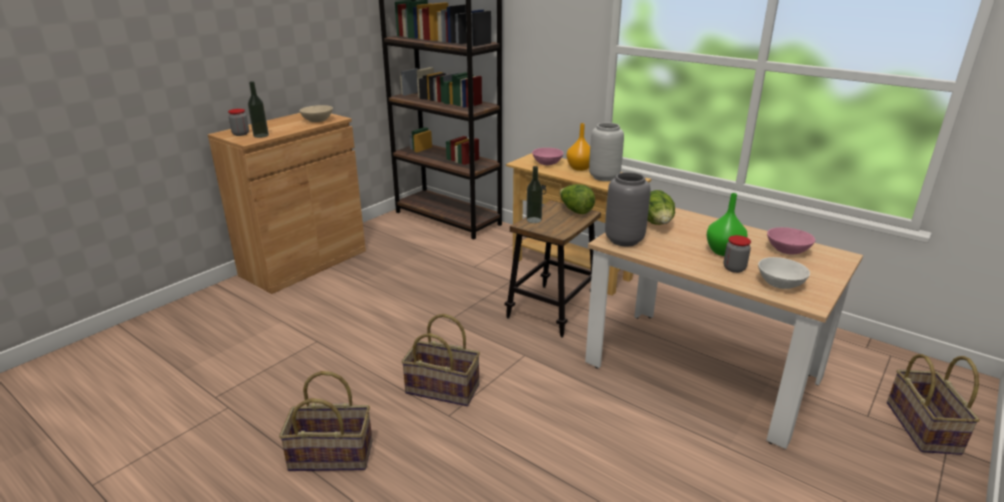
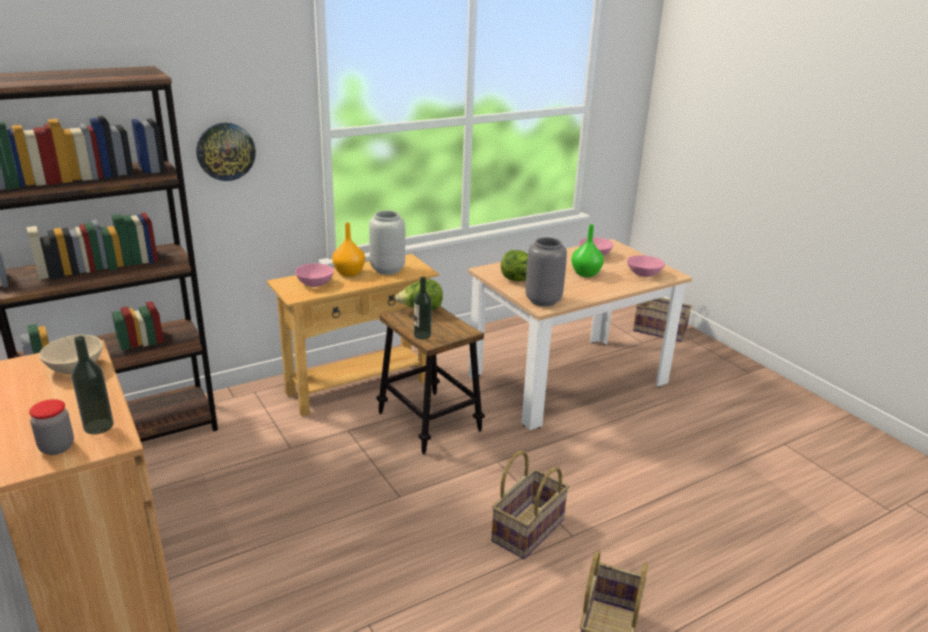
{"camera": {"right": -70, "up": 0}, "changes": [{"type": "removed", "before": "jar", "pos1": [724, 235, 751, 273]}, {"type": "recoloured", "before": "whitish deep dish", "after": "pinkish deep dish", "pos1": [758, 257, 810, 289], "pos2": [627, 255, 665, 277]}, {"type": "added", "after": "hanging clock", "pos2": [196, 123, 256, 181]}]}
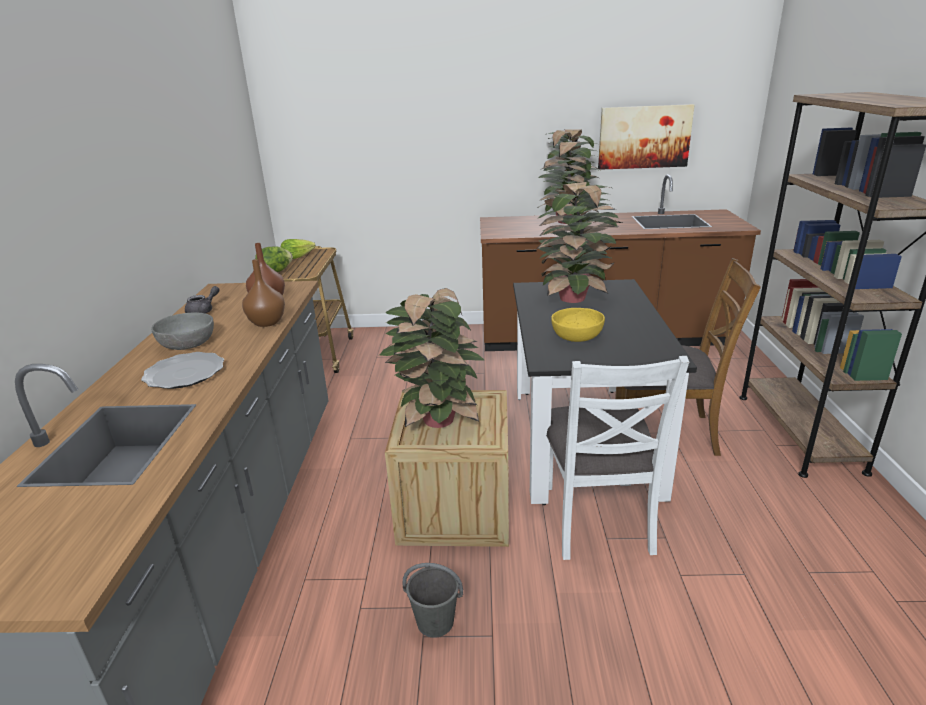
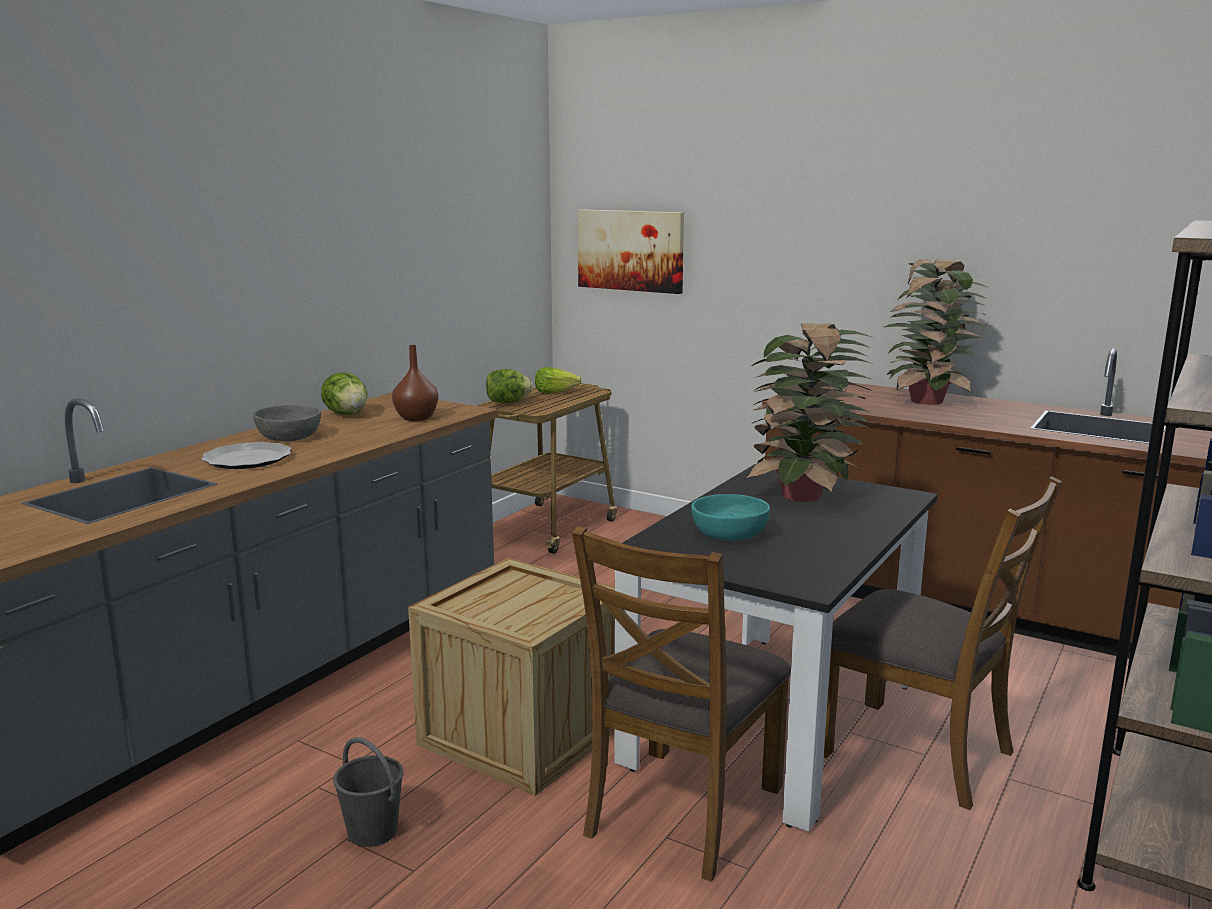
{"camera": {"right": 30, "up": -10}, "changes": [{"type": "replaced", "before": "grey teapot", "after": "lettuce", "pos1": [185, 286, 220, 314], "pos2": [321, 372, 368, 415]}, {"type": "removed", "before": "brown-coloured vase", "pos1": [242, 259, 285, 327]}, {"type": "removed", "before": "houseplant", "pos1": [379, 288, 484, 428]}, {"type": "recoloured", "before": "whitish plain chair", "after": "brown-coloured plain chair", "pos1": [546, 356, 689, 560], "pos2": [572, 526, 791, 882]}, {"type": "recoloured", "before": "yellow deep dish", "after": "blue-green deep dish", "pos1": [551, 308, 605, 342], "pos2": [691, 494, 770, 541]}, {"type": "moved", "before": "wall picture", "pos1": [598, 104, 695, 170], "pos2": [578, 209, 684, 294]}]}
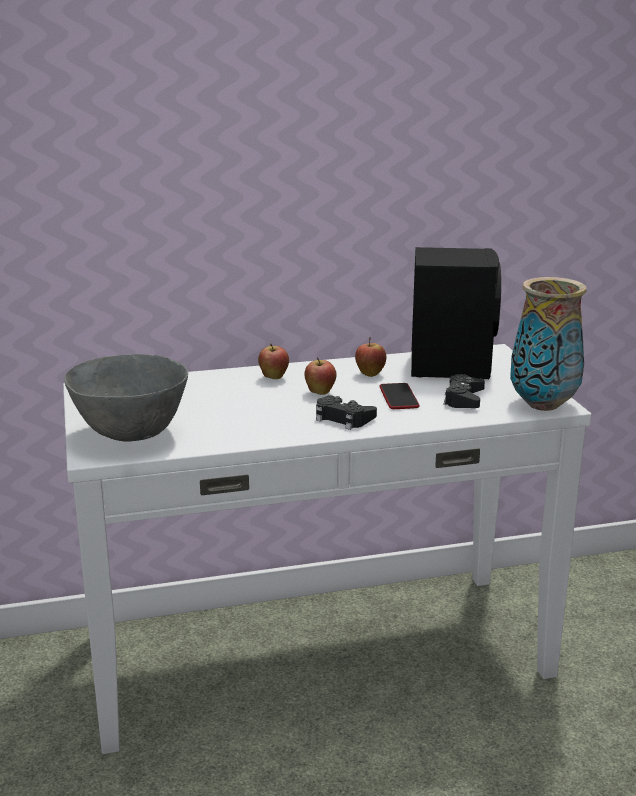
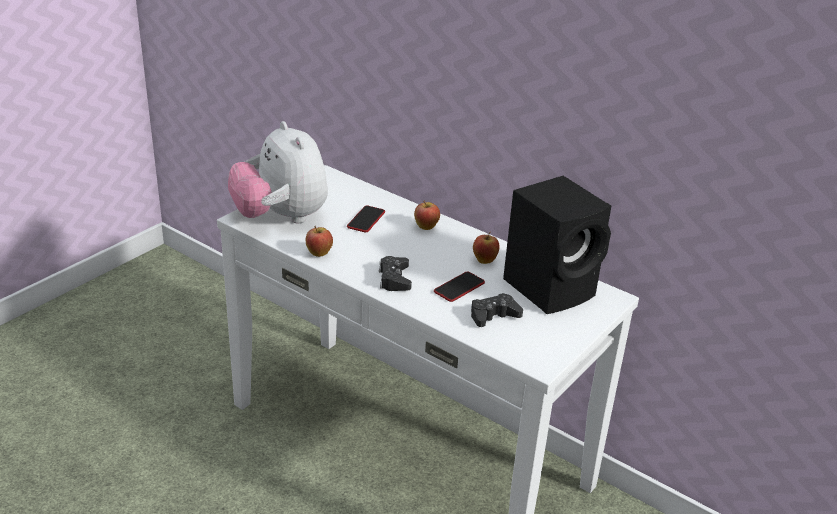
{"camera": {"right": 50, "up": 10}, "changes": [{"type": "replaced", "before": "grey deep dish", "after": "soft toy", "pos1": [64, 354, 188, 441], "pos2": [228, 121, 328, 223]}, {"type": "moved", "before": "whole apple", "pos1": [304, 357, 337, 395], "pos2": [306, 226, 333, 257]}, {"type": "removed", "before": "vase", "pos1": [510, 277, 587, 411]}, {"type": "added", "after": "phone", "pos2": [347, 205, 385, 232]}]}
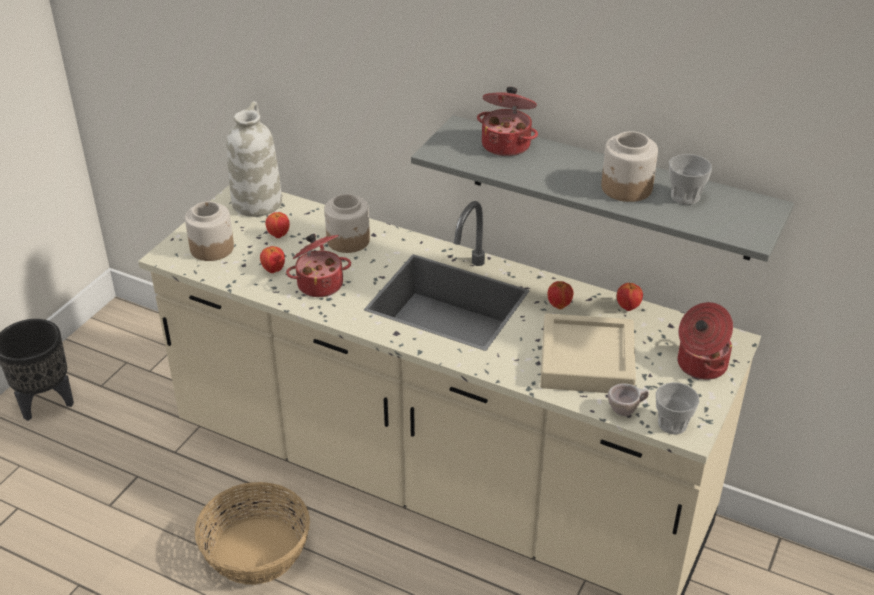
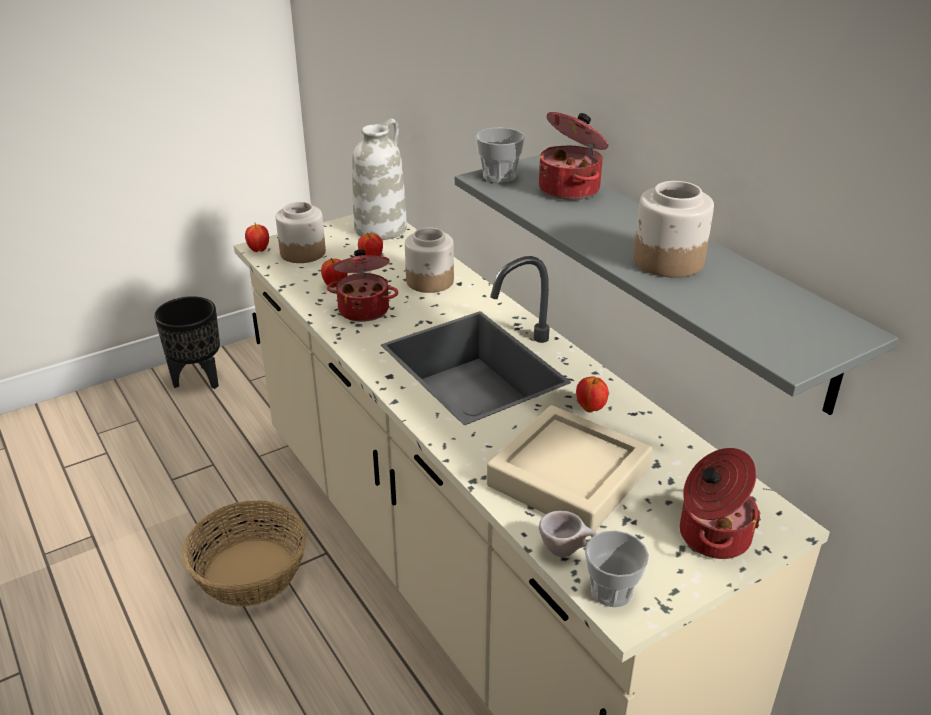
{"camera": {"right": 30, "up": -5}, "changes": [{"type": "moved", "before": "whole apple", "pos1": [617, 283, 643, 311], "pos2": [245, 223, 269, 252]}, {"type": "moved", "before": "small cup", "pos1": [669, 154, 712, 205], "pos2": [476, 128, 525, 183]}]}
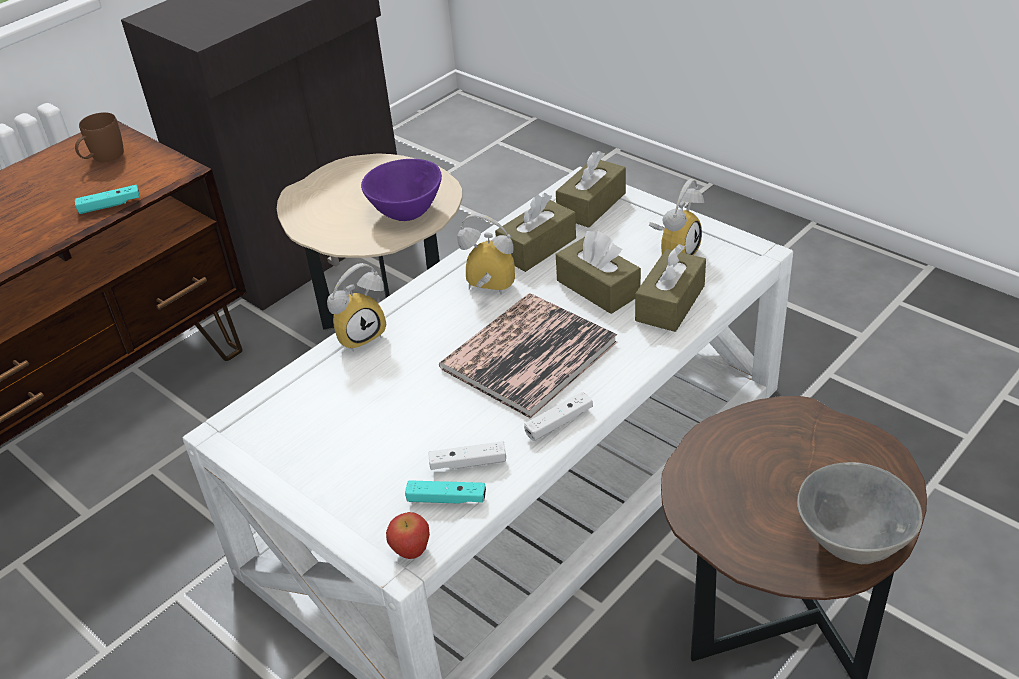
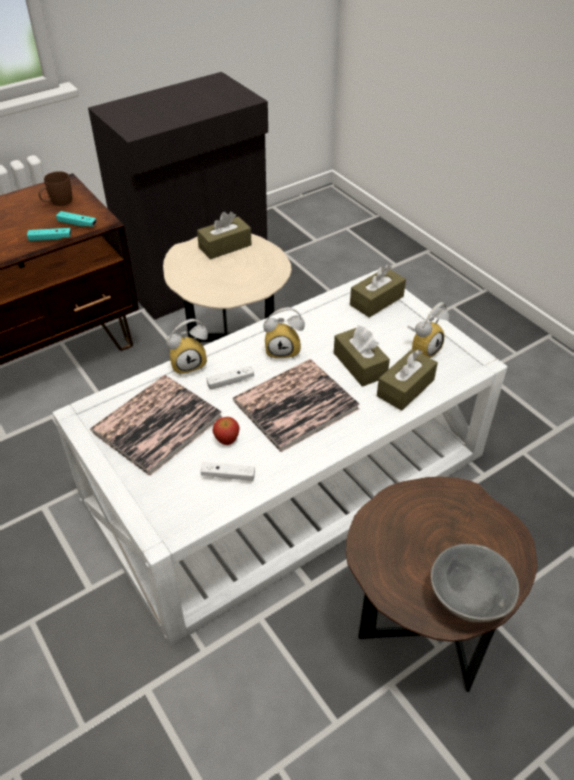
{"camera": {"right": 10, "up": 5}, "changes": [{"type": "removed", "before": "purplish deep dish", "pos1": [361, 159, 442, 221]}, {"type": "moved", "before": "whole apple", "pos1": [386, 512, 430, 559], "pos2": [212, 417, 240, 445]}, {"type": "moved", "before": "blue-green joypad", "pos1": [405, 480, 486, 504], "pos2": [56, 211, 97, 227]}, {"type": "turned", "before": "table clock", "pos1": [457, 213, 515, 295], "pos2": [263, 307, 305, 359], "turn": 150}, {"type": "moved", "before": "brown-coloured tissue holder", "pos1": [495, 193, 576, 272], "pos2": [197, 212, 252, 260]}, {"type": "moved", "before": "whitish joypad", "pos1": [524, 392, 593, 441], "pos2": [206, 366, 254, 390]}, {"type": "added", "after": "volume", "pos2": [90, 375, 222, 476]}]}
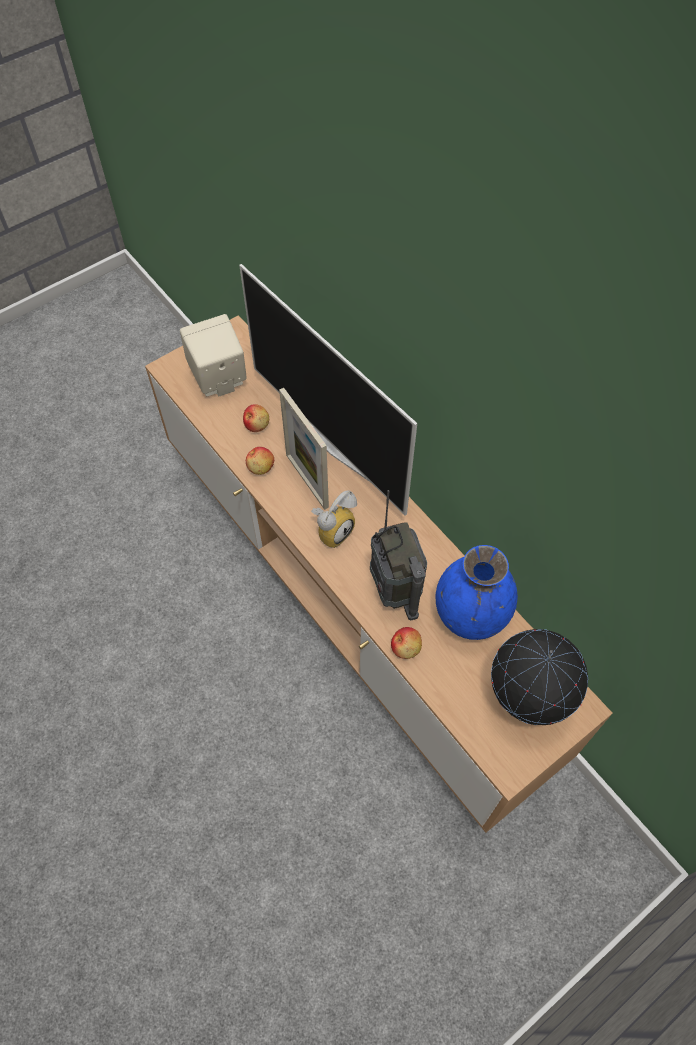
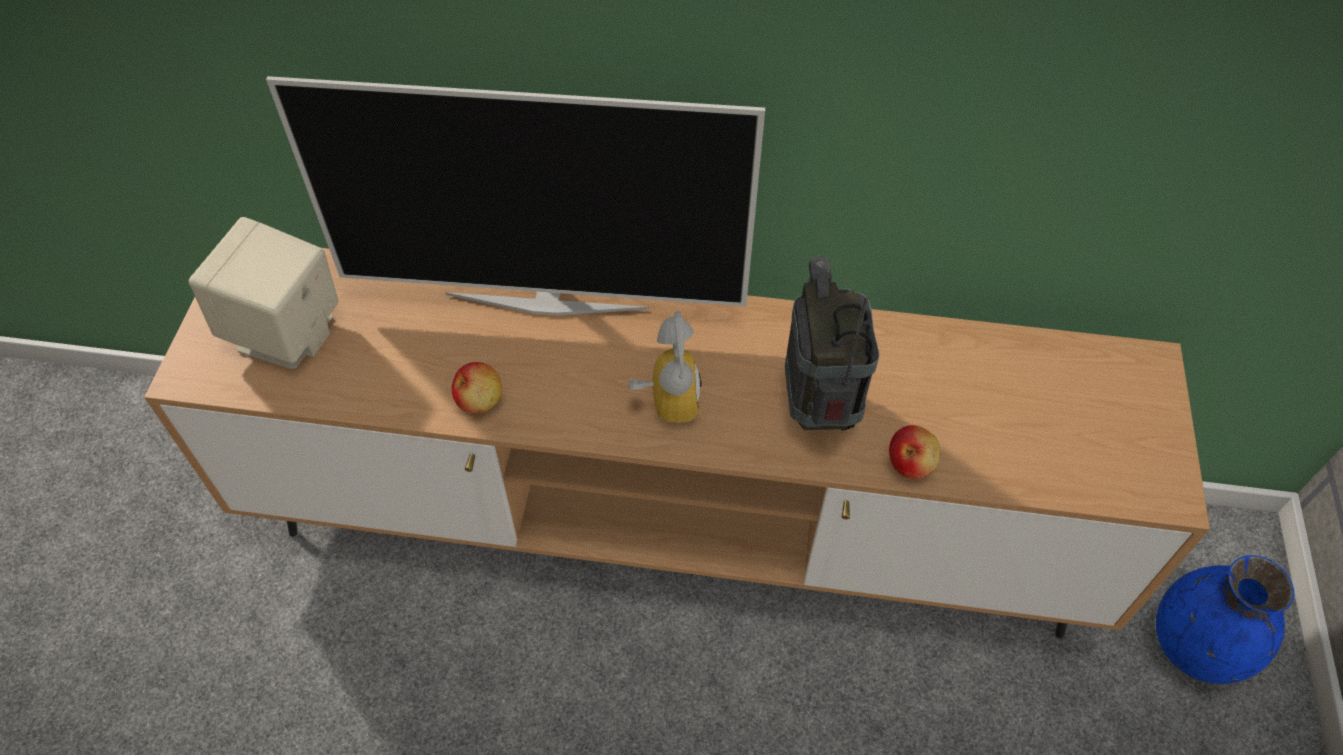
{"camera": {"right": -45, "up": -5}, "changes": [{"type": "removed", "before": "whole apple", "pos1": [243, 404, 269, 432]}, {"type": "removed", "before": "picture frame", "pos1": [279, 388, 329, 510]}, {"type": "turned", "before": "radio set", "pos1": [370, 490, 427, 620], "pos2": [785, 257, 879, 430], "turn": -120}, {"type": "moved", "before": "blue vase", "pos1": [435, 545, 518, 640], "pos2": [1156, 555, 1294, 684]}, {"type": "removed", "before": "globe", "pos1": [491, 629, 588, 725]}]}
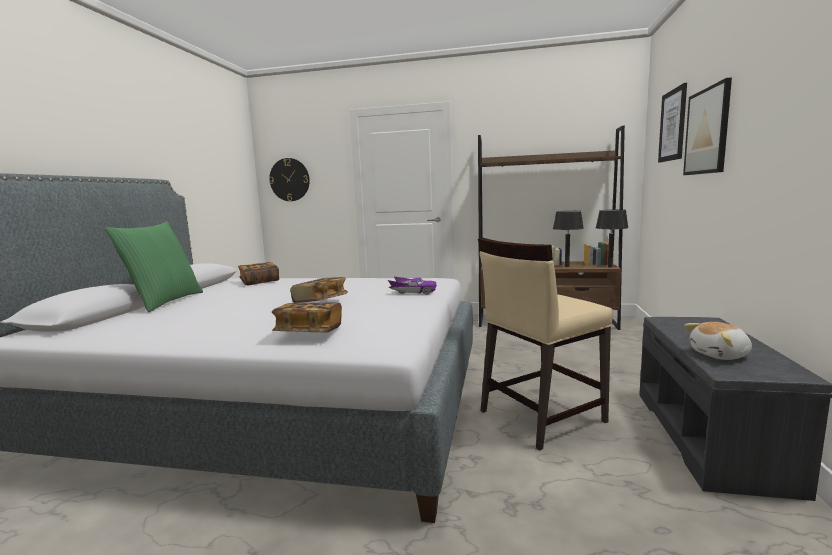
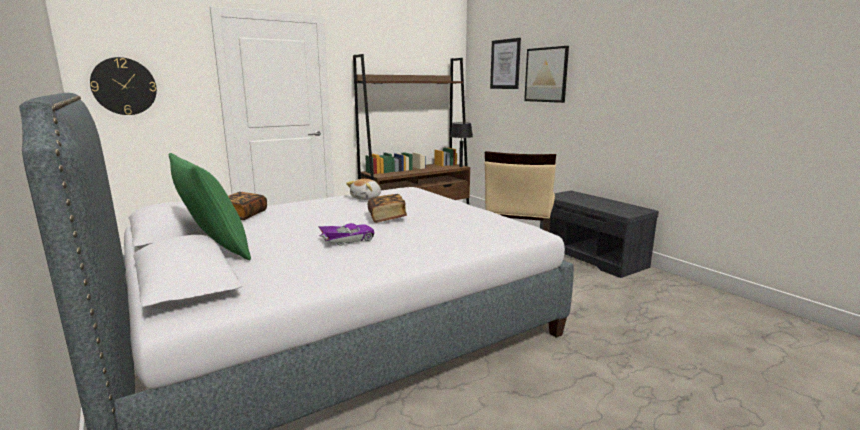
{"camera": {"right": -45, "up": 5}, "changes": [{"type": "removed", "before": "volume", "pos1": [272, 303, 342, 332]}, {"type": "moved", "before": "purplish miniature car", "pos1": [388, 276, 437, 295], "pos2": [318, 223, 375, 246]}, {"type": "removed", "before": "blackish lamp for a table", "pos1": [553, 211, 584, 267]}, {"type": "moved", "before": "soft toy", "pos1": [684, 322, 752, 360], "pos2": [346, 179, 381, 200]}]}
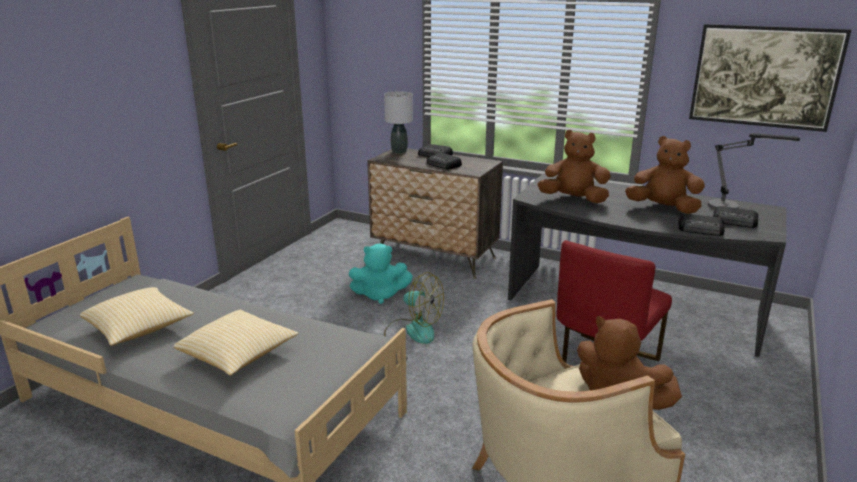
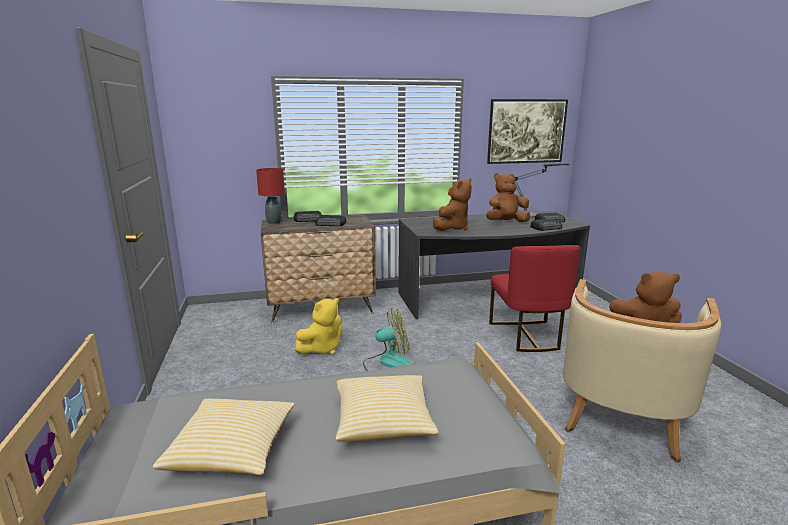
{"camera": {"right": -40, "up": -5}, "changes": [{"type": "recoloured", "before": "blue-green soft toy", "after": "yellow soft toy", "pos1": [348, 243, 413, 304], "pos2": [295, 298, 343, 355]}, {"type": "recoloured", "before": "grey lamp for a table", "after": "red-coloured lamp for a table", "pos1": [384, 91, 413, 154], "pos2": [256, 168, 285, 224]}, {"type": "turned", "before": "brown-coloured soft toy", "pos1": [537, 130, 611, 203], "pos2": [433, 178, 472, 231], "turn": 150}]}
